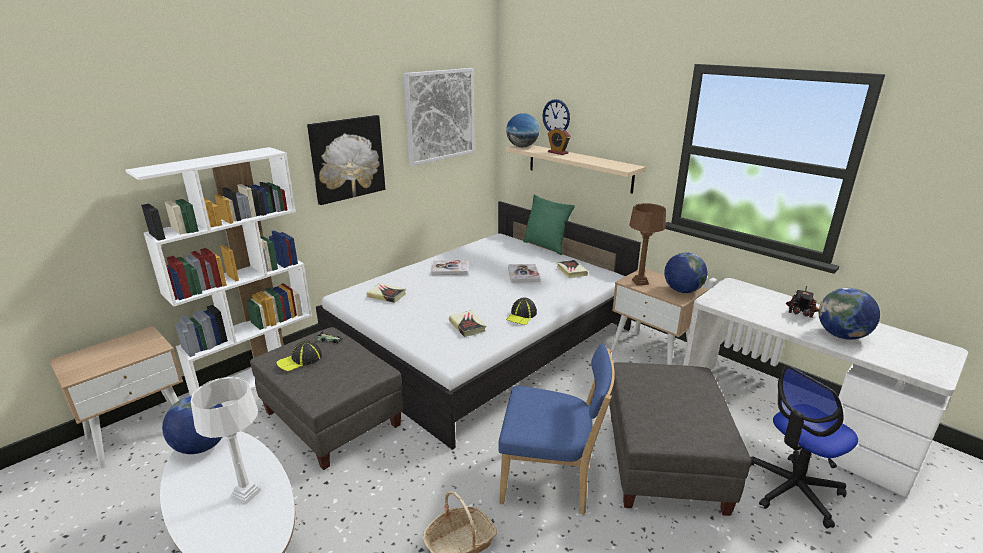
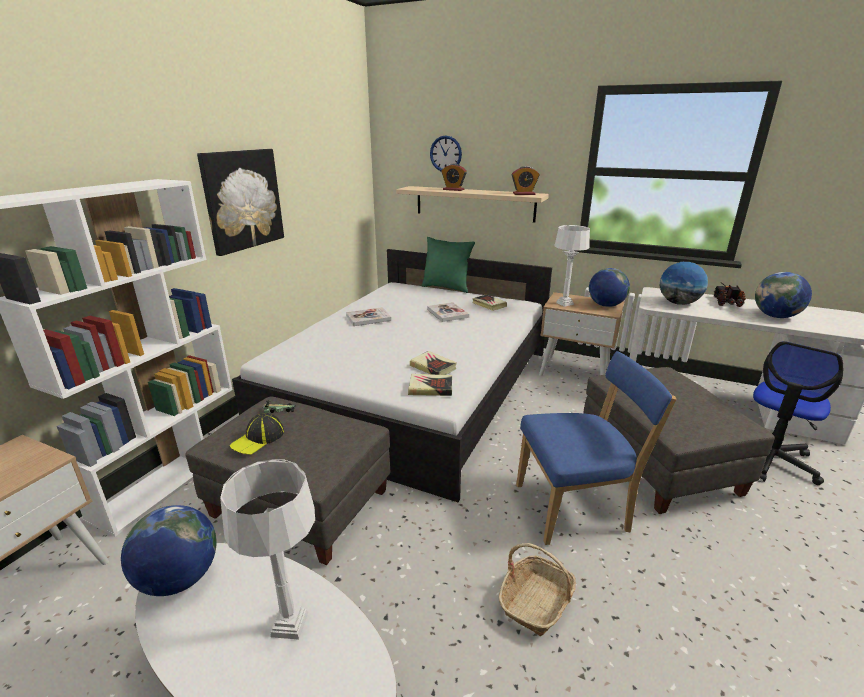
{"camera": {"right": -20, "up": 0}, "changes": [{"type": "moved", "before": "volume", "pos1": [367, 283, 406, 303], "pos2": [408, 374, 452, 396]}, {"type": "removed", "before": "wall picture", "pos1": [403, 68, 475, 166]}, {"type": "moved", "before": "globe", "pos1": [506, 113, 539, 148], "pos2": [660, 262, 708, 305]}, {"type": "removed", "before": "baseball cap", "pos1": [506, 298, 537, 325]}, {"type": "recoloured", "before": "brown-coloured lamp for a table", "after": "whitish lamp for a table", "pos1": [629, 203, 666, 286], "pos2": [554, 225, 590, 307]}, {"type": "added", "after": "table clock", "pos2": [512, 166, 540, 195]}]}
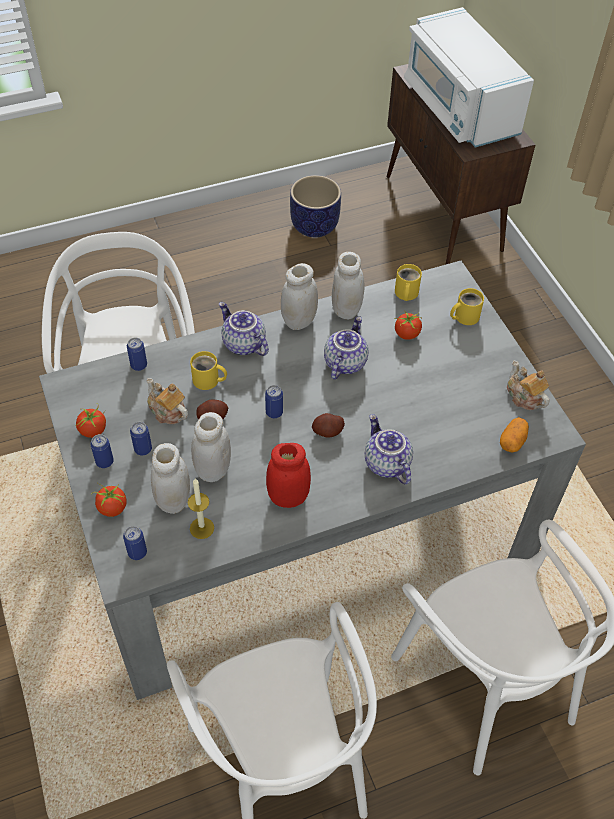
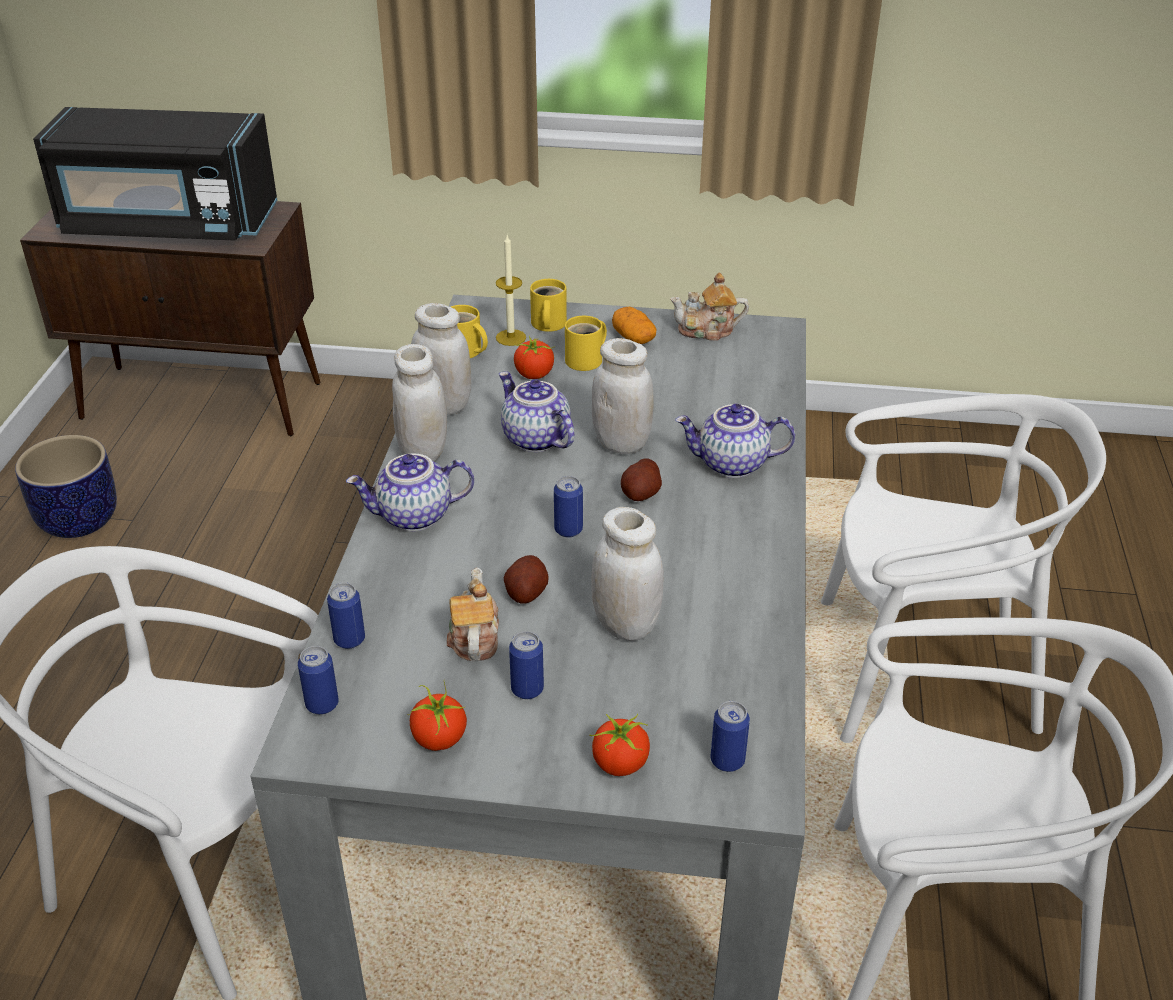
{"camera": {"right": -60, "up": -15}, "changes": [{"type": "moved", "before": "metal can", "pos1": [90, 434, 114, 468], "pos2": [298, 646, 339, 715]}, {"type": "turned", "before": "teapot", "pos1": [146, 378, 188, 424], "pos2": [447, 567, 499, 661], "turn": 105}, {"type": "moved", "before": "whitish jar", "pos1": [151, 443, 190, 514], "pos2": [592, 338, 654, 454]}, {"type": "moved", "before": "wax light", "pos1": [188, 479, 214, 539], "pos2": [496, 235, 526, 346]}, {"type": "moved", "before": "yellow tea mug", "pos1": [190, 351, 227, 390], "pos2": [565, 316, 607, 371]}, {"type": "removed", "before": "red-coloured jar", "pos1": [266, 443, 311, 508]}, {"type": "recoloured", "before": "whitish microwave", "after": "blackish microwave", "pos1": [404, 7, 534, 148], "pos2": [33, 107, 277, 240]}, {"type": "moved", "before": "spud", "pos1": [500, 417, 529, 452], "pos2": [612, 307, 656, 344]}]}
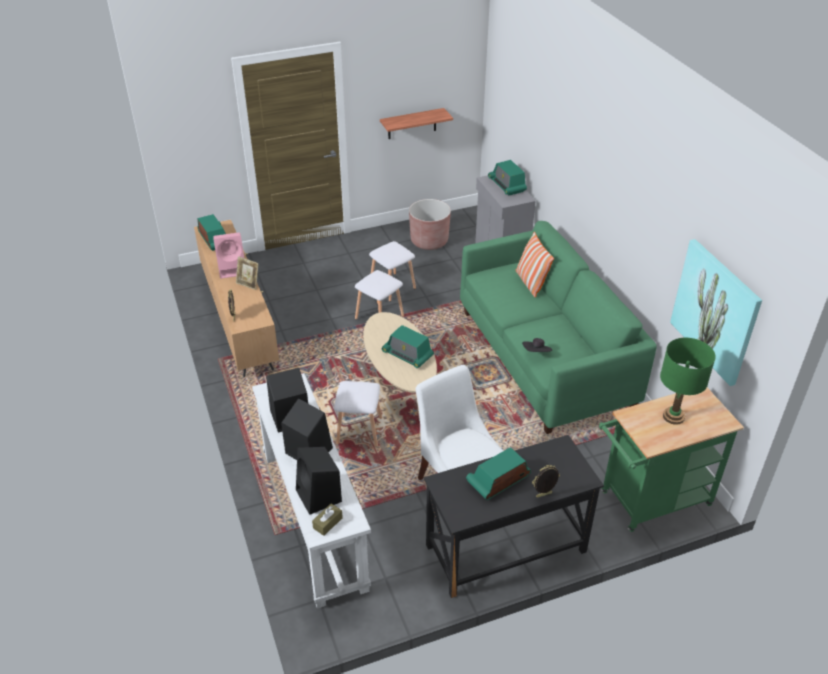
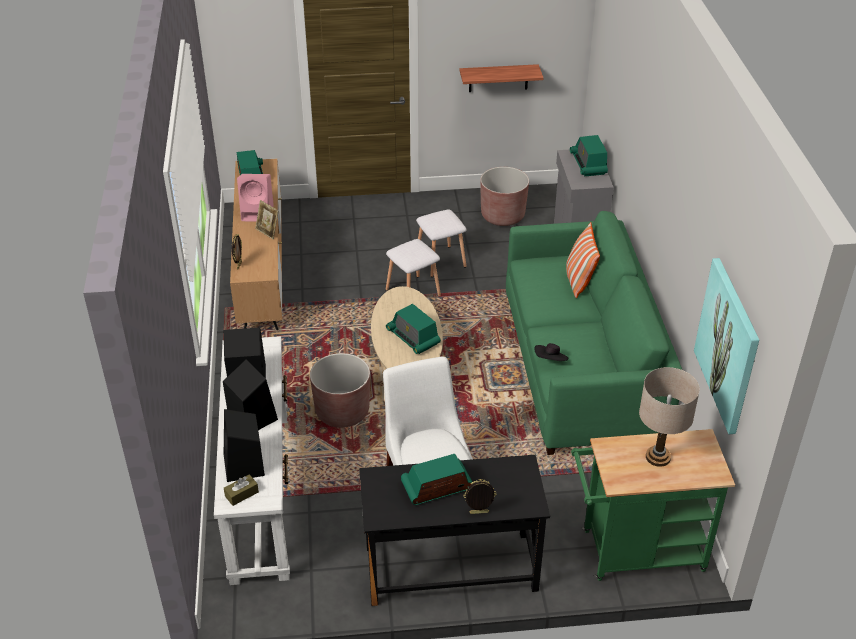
{"camera": {"right": 15, "up": 0}, "changes": [{"type": "replaced", "before": "whitish stool", "after": "brown-coloured plant pot", "pos1": [334, 381, 382, 447], "pos2": [310, 353, 370, 428]}, {"type": "recoloured", "before": "green-coloured lamp for a table", "after": "beige lamp for a table", "pos1": [660, 338, 716, 425], "pos2": [639, 367, 700, 467]}]}
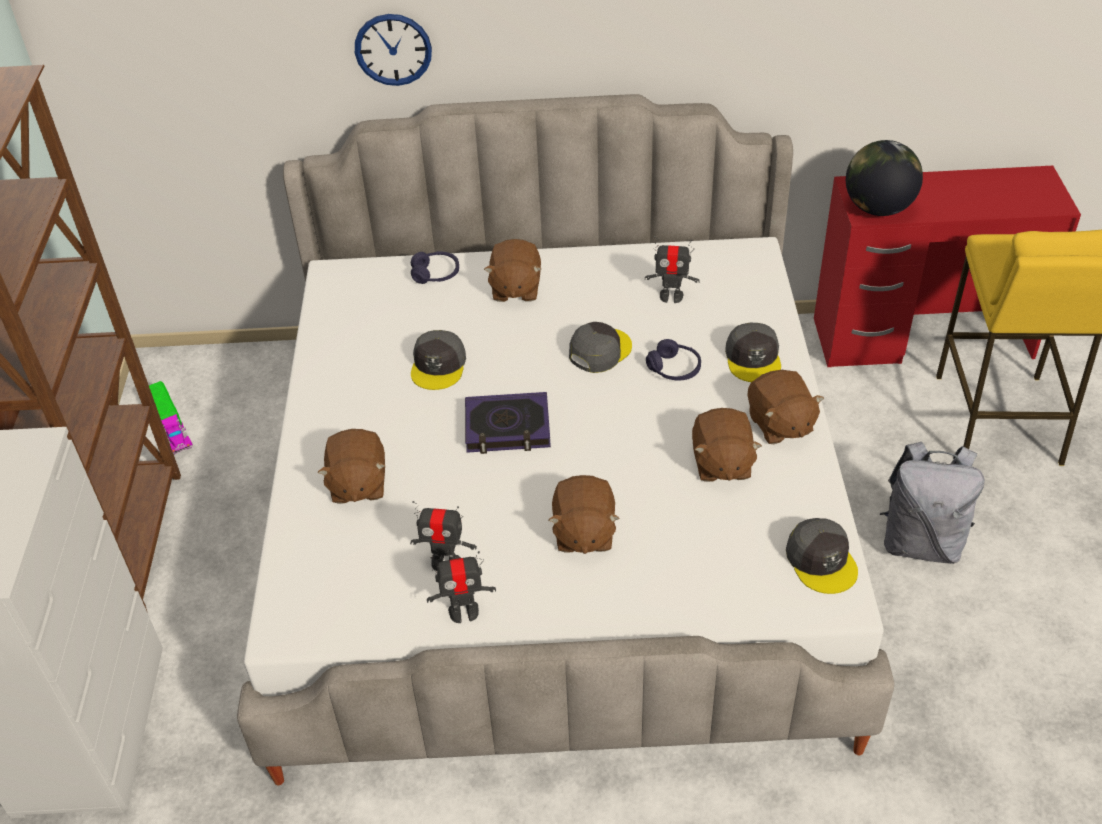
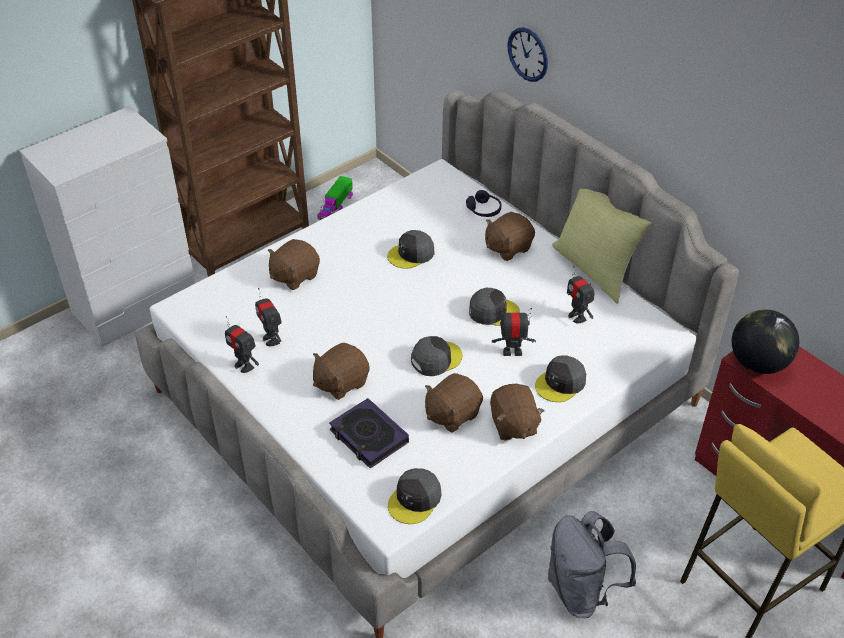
{"camera": {"right": 50, "up": 0}, "changes": [{"type": "moved", "before": "volume", "pos1": [465, 392, 551, 454], "pos2": [329, 398, 409, 468]}, {"type": "replaced", "before": "purplish headphones", "after": "toy robot", "pos1": [646, 339, 701, 380], "pos2": [492, 308, 536, 356]}, {"type": "turned", "before": "brown-coloured soft toy", "pos1": [748, 370, 824, 444], "pos2": [490, 384, 545, 440], "turn": -45}, {"type": "added", "after": "grey baseball cap", "pos2": [411, 336, 463, 376]}, {"type": "added", "after": "yellow cushion", "pos2": [552, 188, 652, 304]}]}
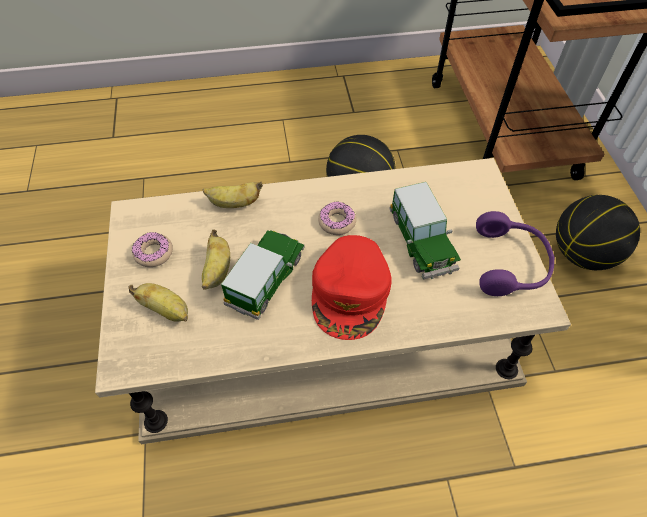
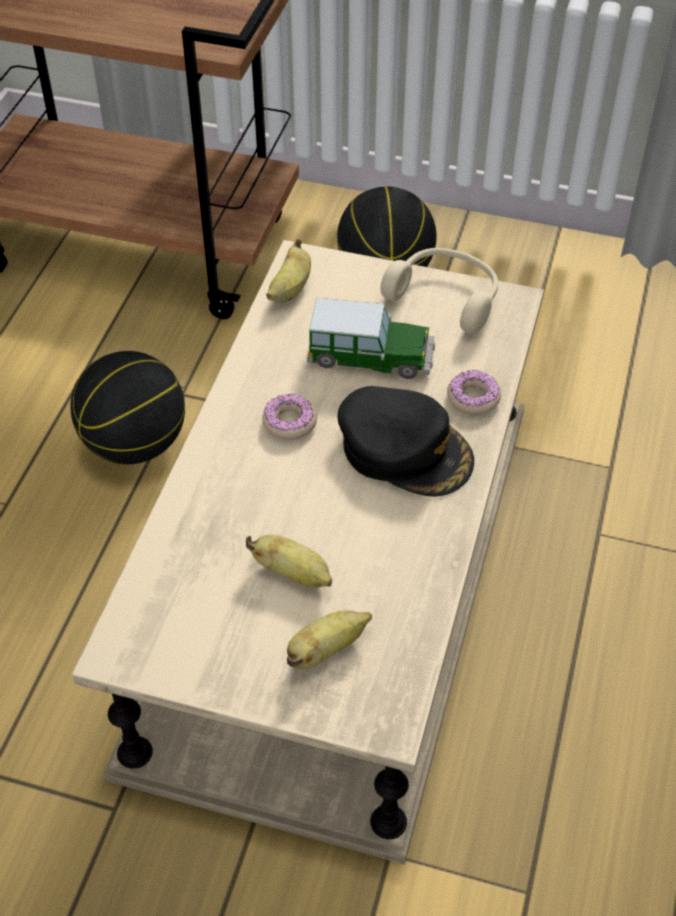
{"camera": {"right": -65, "up": -5}, "changes": [{"type": "moved", "before": "ring doughnut", "pos1": [132, 232, 173, 267], "pos2": [447, 370, 501, 415]}, {"type": "moved", "before": "banana fruit", "pos1": [203, 182, 263, 208], "pos2": [266, 239, 311, 303]}, {"type": "removed", "before": "miniature car", "pos1": [221, 230, 305, 320]}, {"type": "recoloured", "before": "red-coloured baseball cap", "after": "blackish baseball cap", "pos1": [312, 235, 392, 340], "pos2": [337, 386, 474, 497]}, {"type": "recoloured", "before": "purplish headphones", "after": "beige headphones", "pos1": [476, 211, 555, 296], "pos2": [381, 248, 498, 334]}]}
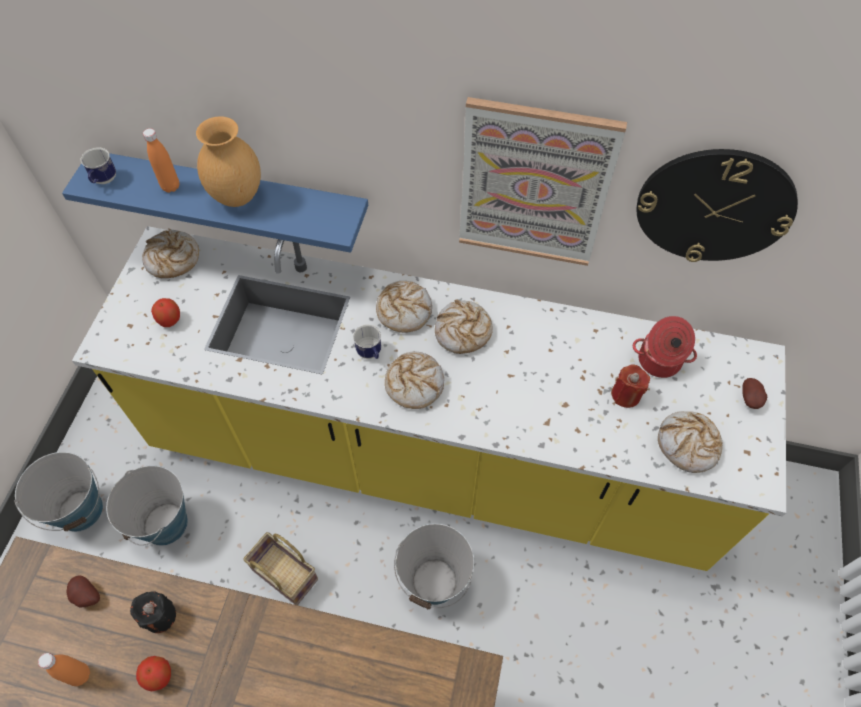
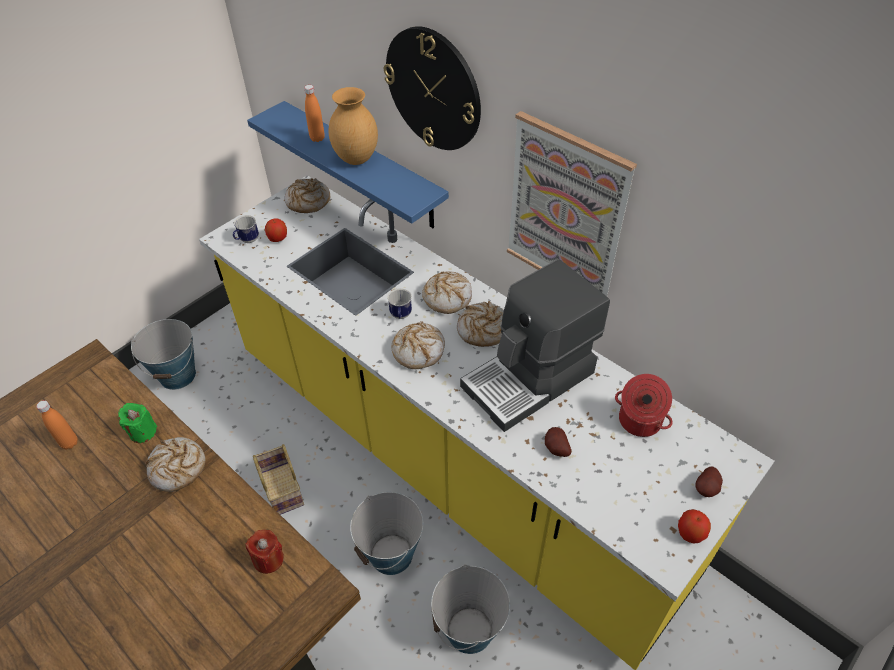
{"camera": {"right": 30, "up": -10}, "changes": [{"type": "moved", "before": "spud", "pos1": [66, 576, 100, 608], "pos2": [545, 427, 571, 457]}, {"type": "moved", "before": "tea mug", "pos1": [80, 147, 116, 184], "pos2": [233, 215, 259, 243]}, {"type": "moved", "before": "pail", "pos1": [106, 465, 188, 546], "pos2": [431, 565, 510, 654]}, {"type": "recoloured", "before": "blackish wax light", "after": "green-coloured wax light", "pos1": [130, 591, 176, 633], "pos2": [118, 403, 157, 443]}, {"type": "moved", "before": "whole apple", "pos1": [136, 656, 171, 691], "pos2": [678, 509, 711, 544]}, {"type": "moved", "before": "red-coloured wax light", "pos1": [612, 364, 650, 408], "pos2": [246, 530, 284, 574]}, {"type": "moved", "before": "hanging clock", "pos1": [636, 149, 798, 262], "pos2": [384, 26, 481, 150]}, {"type": "moved", "before": "bakery bread", "pos1": [658, 411, 723, 473], "pos2": [145, 437, 206, 492]}, {"type": "added", "after": "coffee brewer", "pos2": [460, 259, 610, 432]}]}
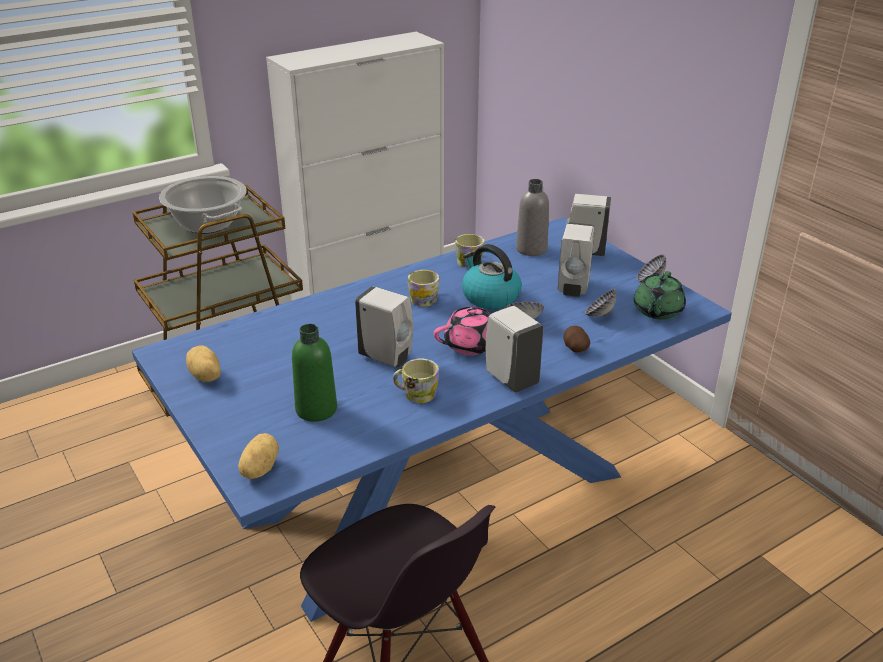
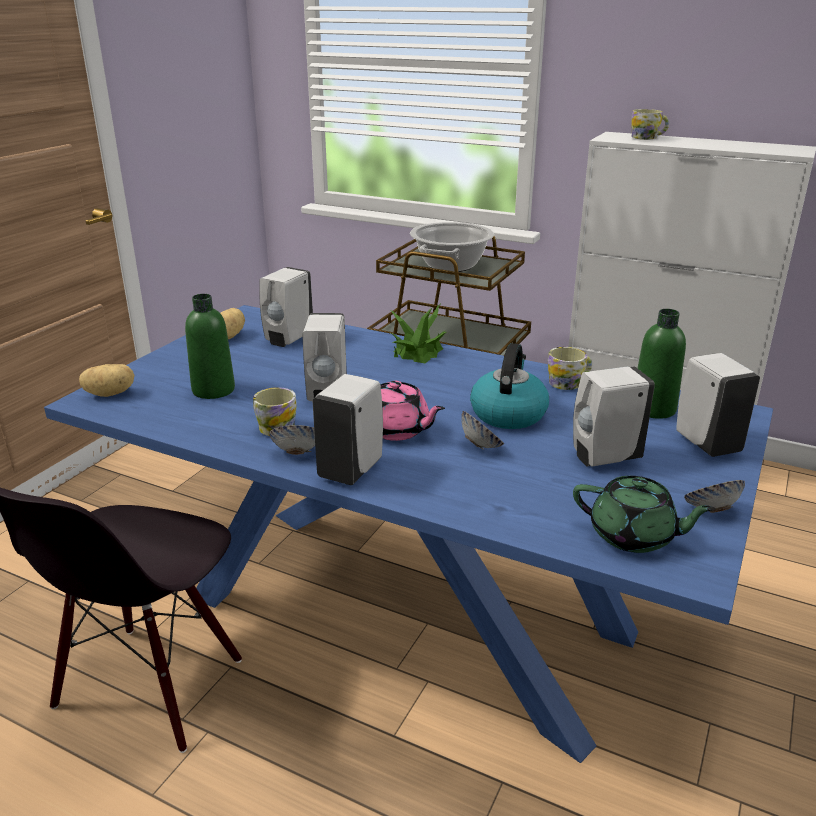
{"camera": {"right": 60, "up": -5}, "changes": [{"type": "moved", "before": "tea mug", "pos1": [408, 270, 439, 307], "pos2": [631, 109, 669, 140]}, {"type": "recoloured", "before": "grey bottle", "after": "green-coloured bottle", "pos1": [516, 179, 549, 256], "pos2": [638, 309, 686, 419]}, {"type": "removed", "before": "spud", "pos1": [564, 326, 590, 353]}, {"type": "moved", "before": "deep dish", "pos1": [585, 289, 616, 317], "pos2": [269, 425, 315, 455]}, {"type": "turned", "before": "green-coloured teapot", "pos1": [634, 271, 686, 320], "pos2": [573, 476, 716, 553], "turn": -150}, {"type": "added", "after": "whitish soap bottle", "pos2": [259, 267, 313, 347]}, {"type": "added", "after": "houseplant", "pos2": [390, 304, 447, 363]}]}
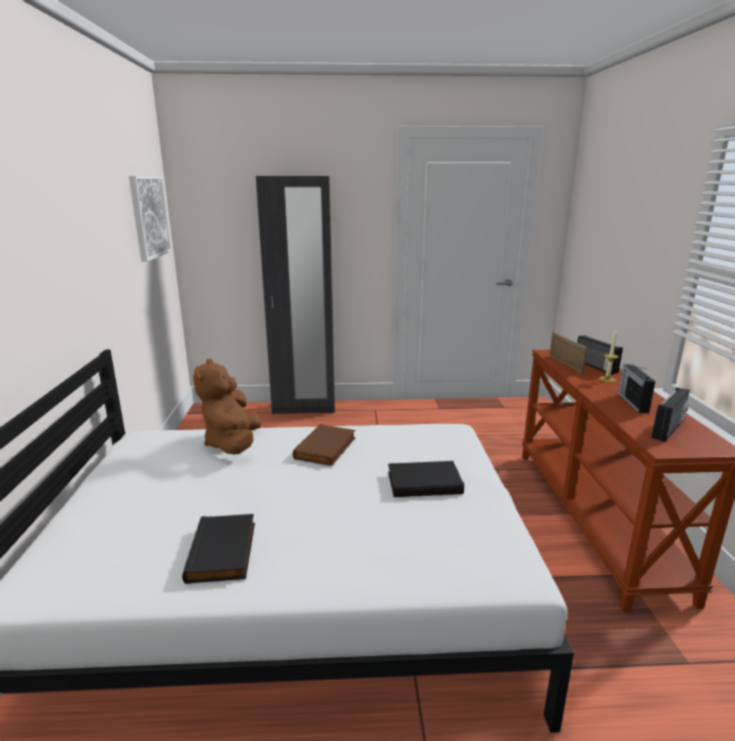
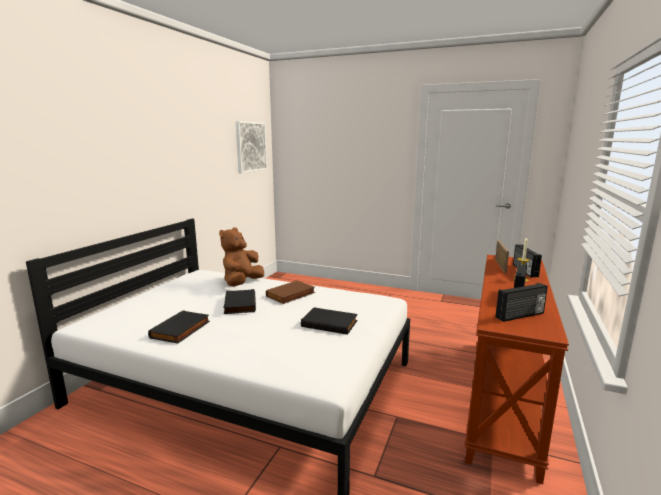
{"camera": {"right": 25, "up": -5}, "changes": [{"type": "removed", "before": "blackish armoire", "pos1": [256, 176, 335, 414]}, {"type": "added", "after": "blackish volume", "pos2": [223, 289, 256, 314]}]}
